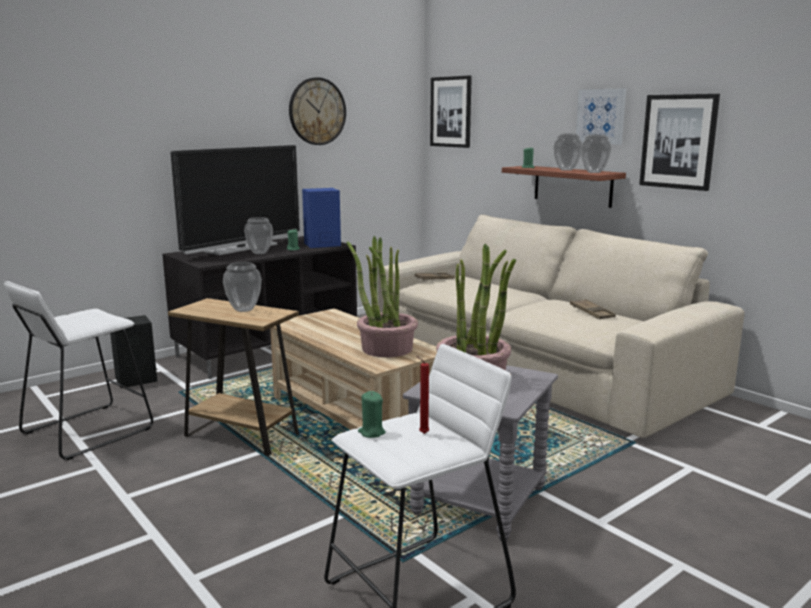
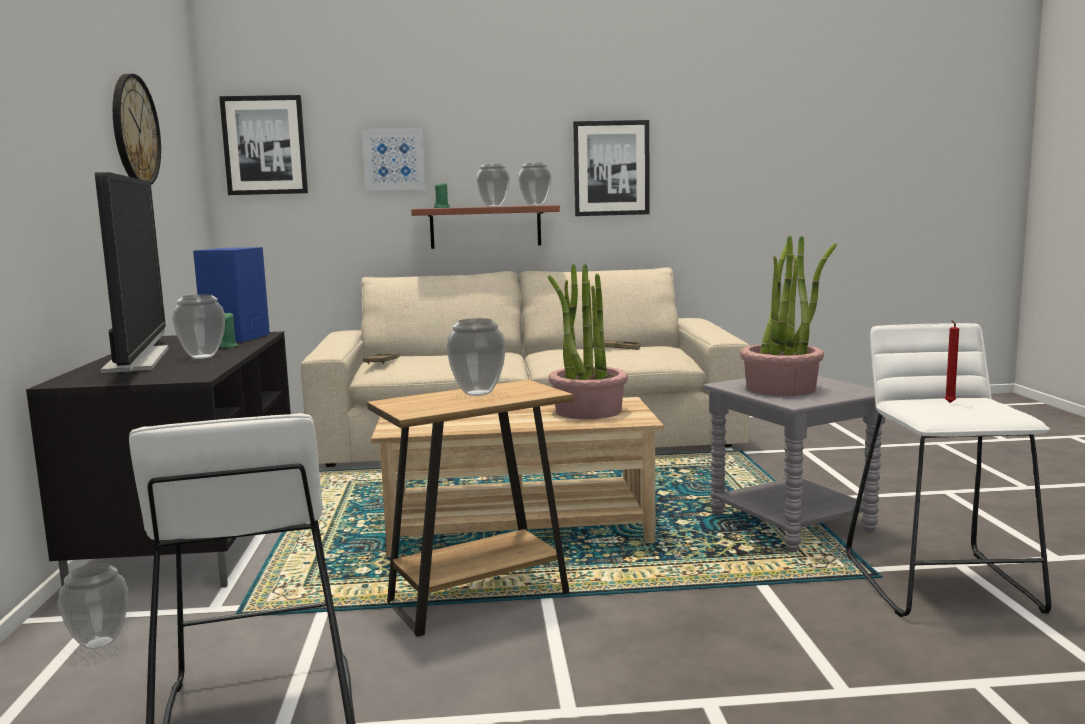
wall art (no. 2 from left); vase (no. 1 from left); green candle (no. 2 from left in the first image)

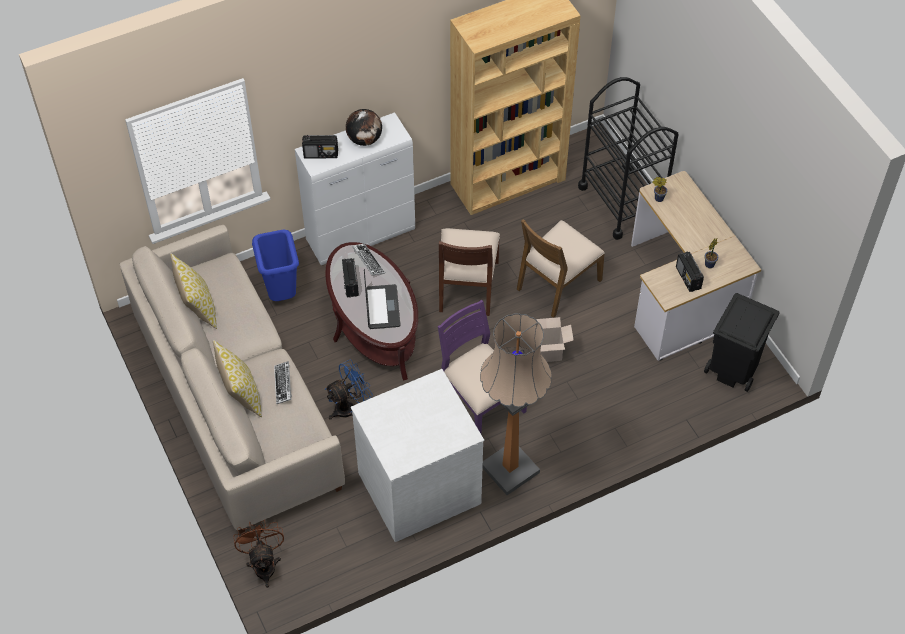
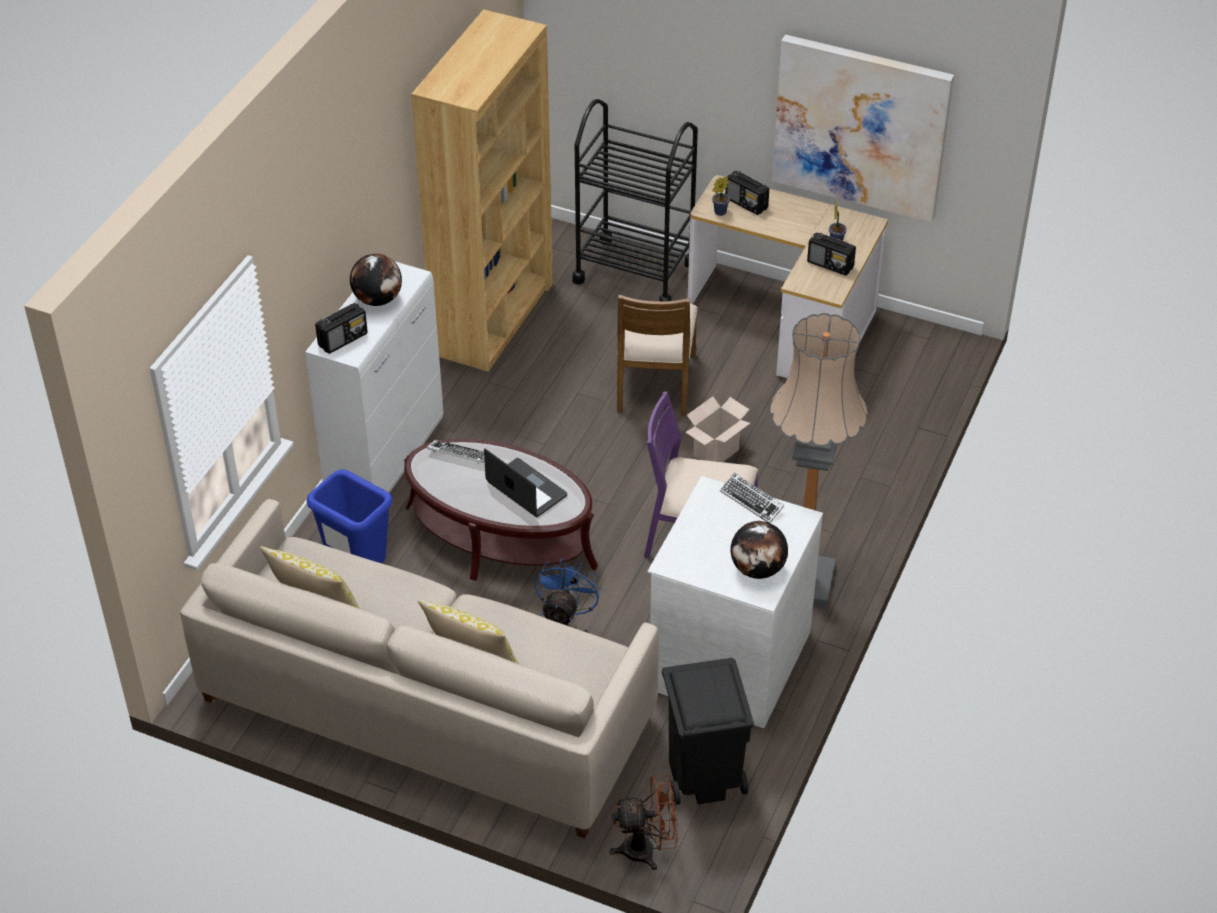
brown-coloured chair (no. 1 from left in the first image); radio receiver (no. 2 from left); black rubbish bin; computer keyboard (no. 2 from left); brown-coloured electric fan; wall art; globe (no. 2 from left)

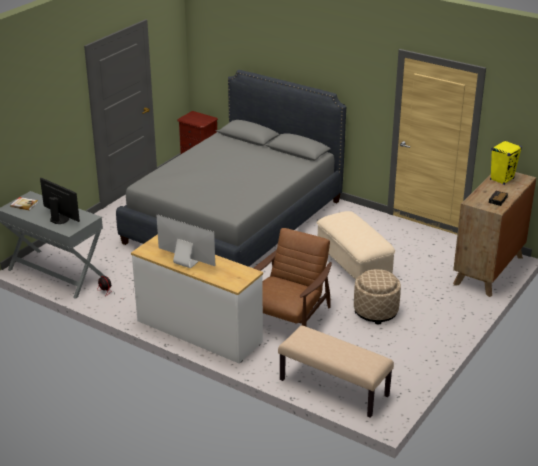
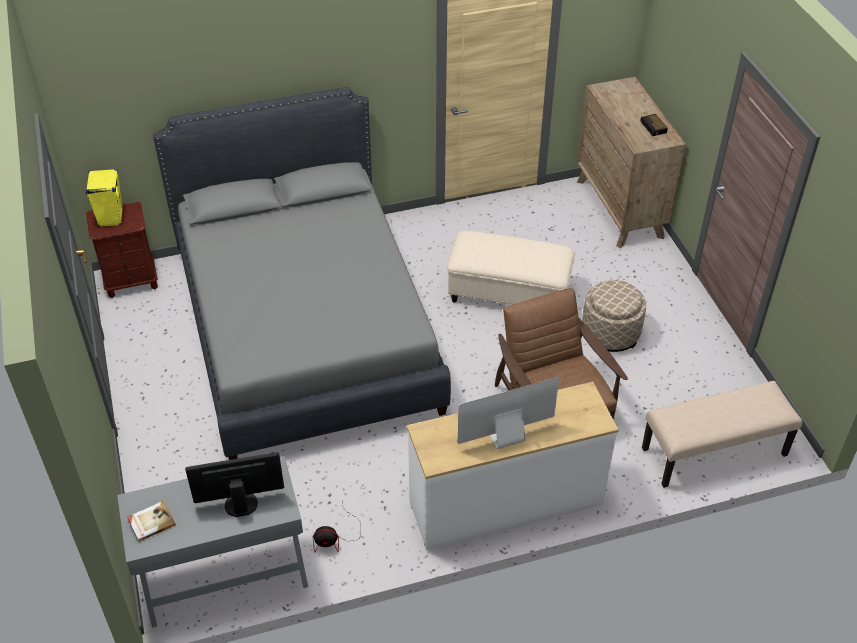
yellowish audio speaker

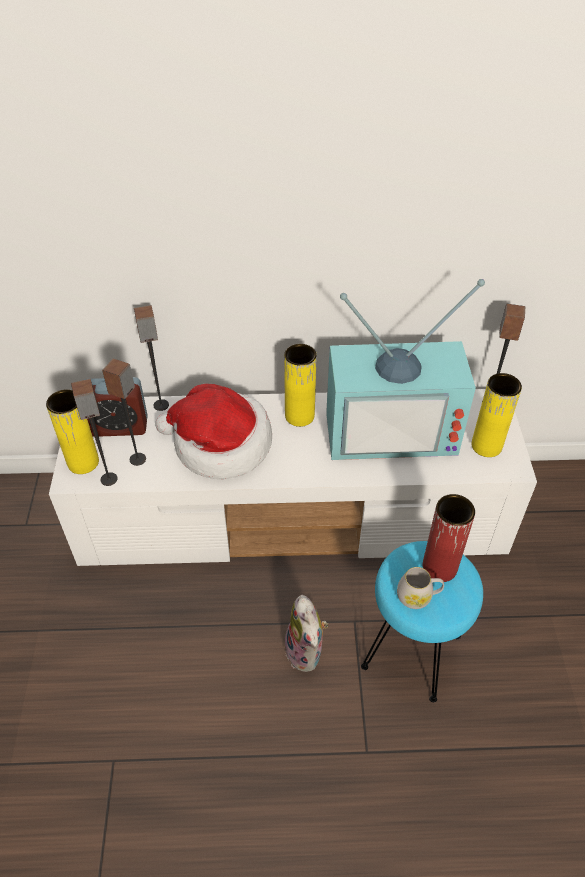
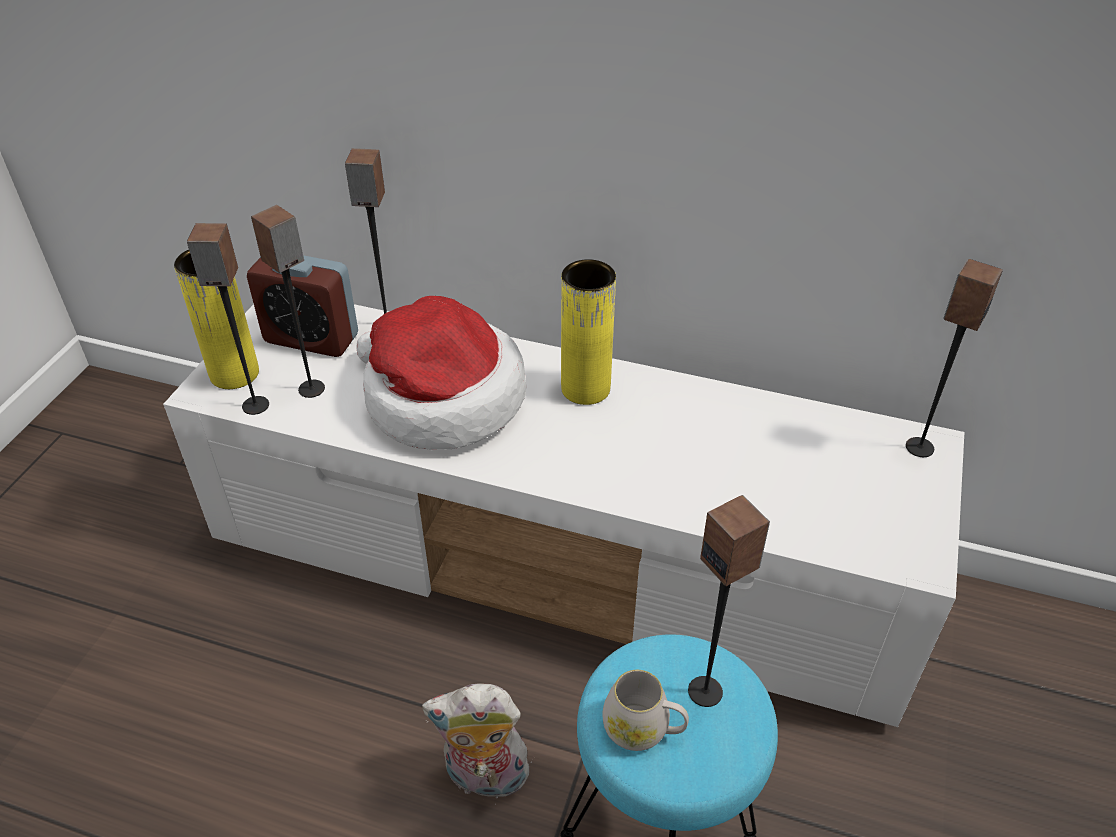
television; yellowish vase (no. 3 from left in the first image); audio speaker (no. 4 from left); soft toy

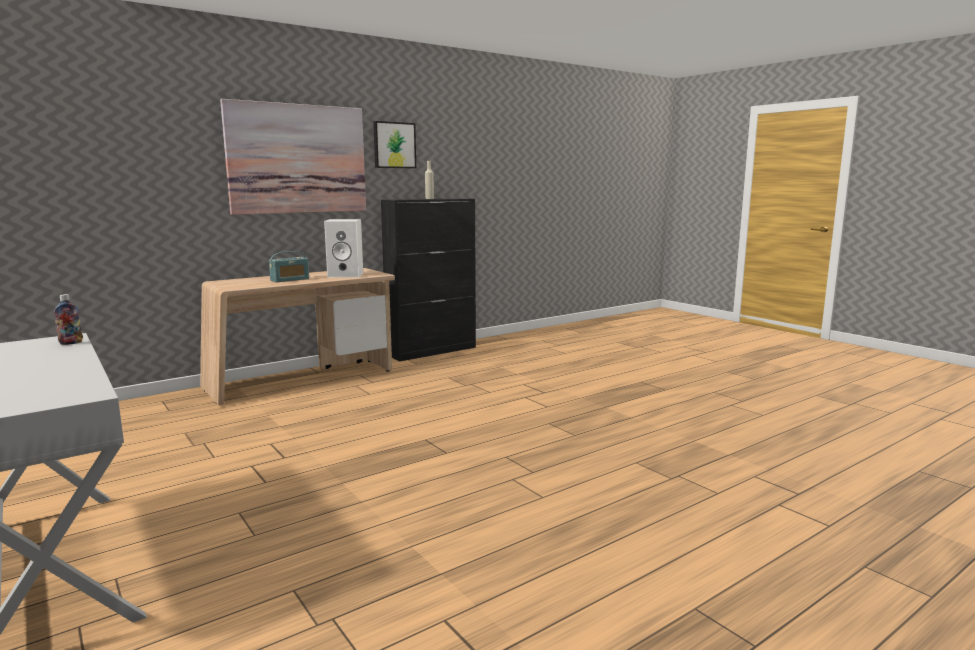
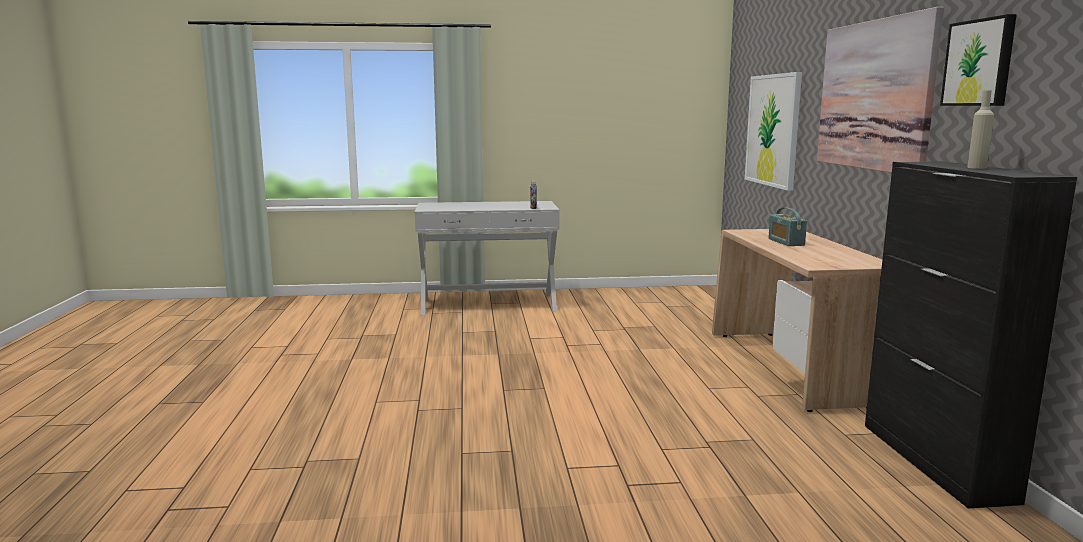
white audio speaker; wall art (no. 1 from left)

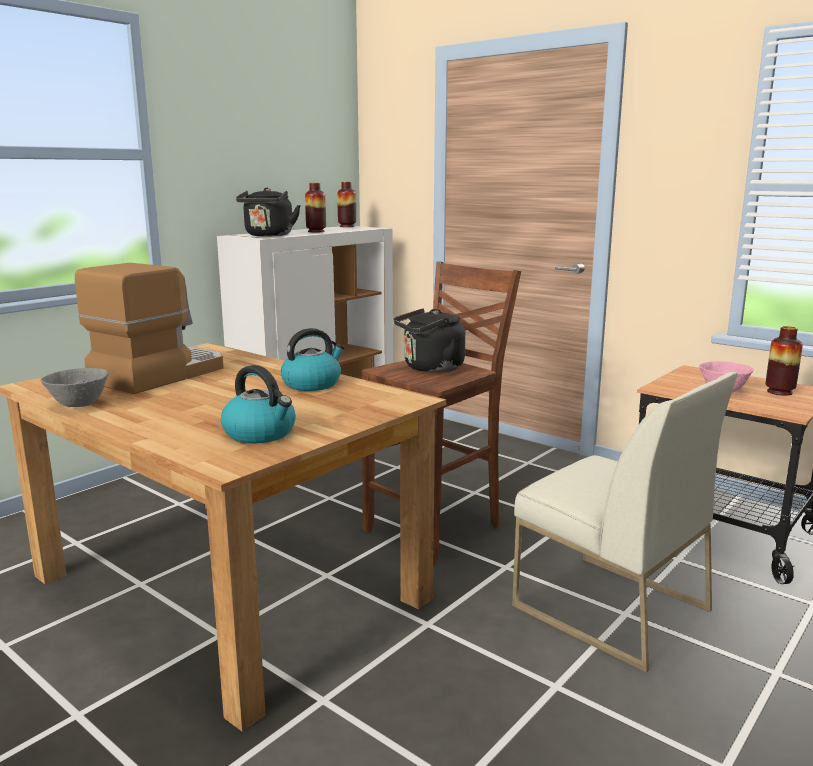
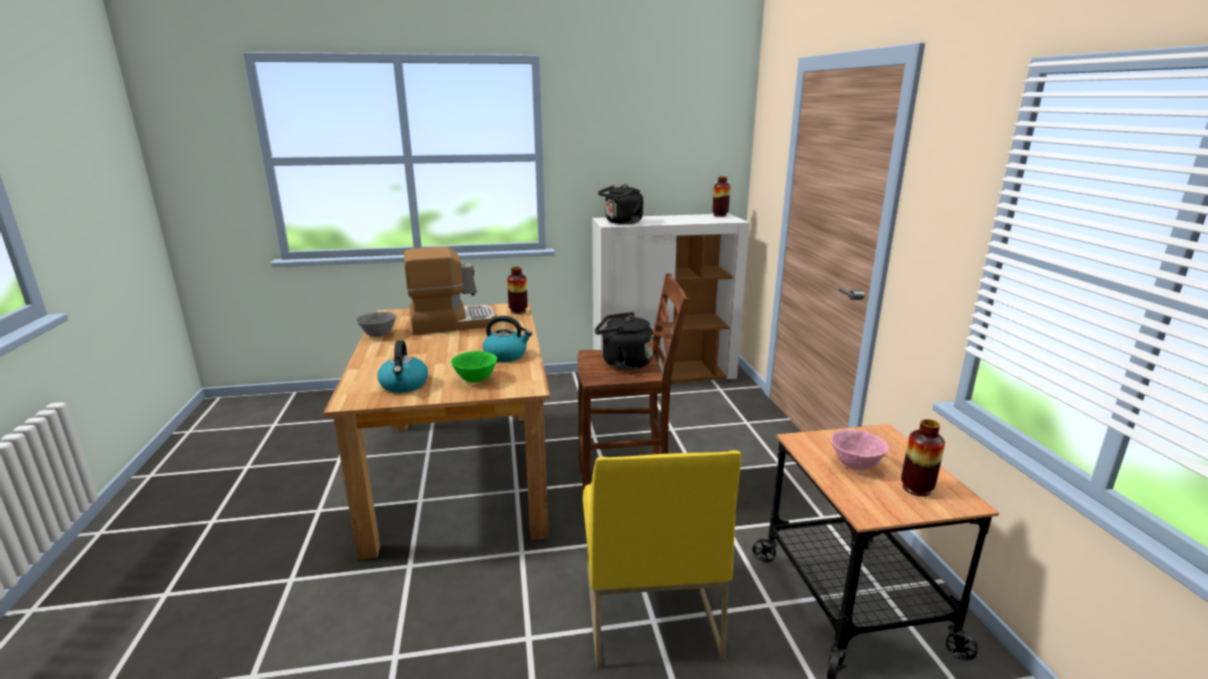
vase (no. 1 from left); yellowish chair; green serving bowl

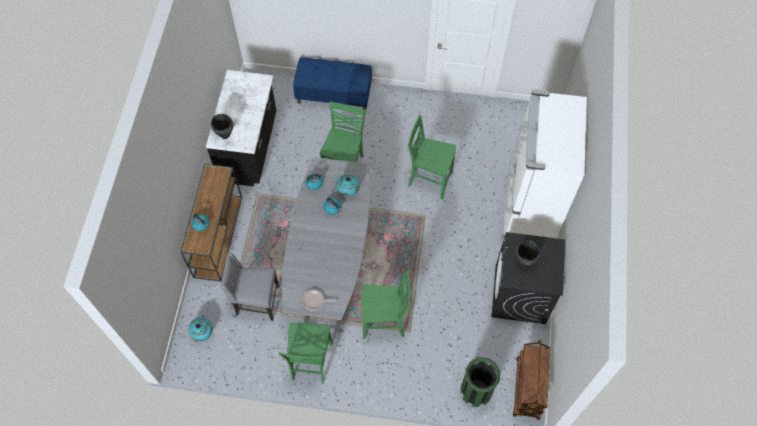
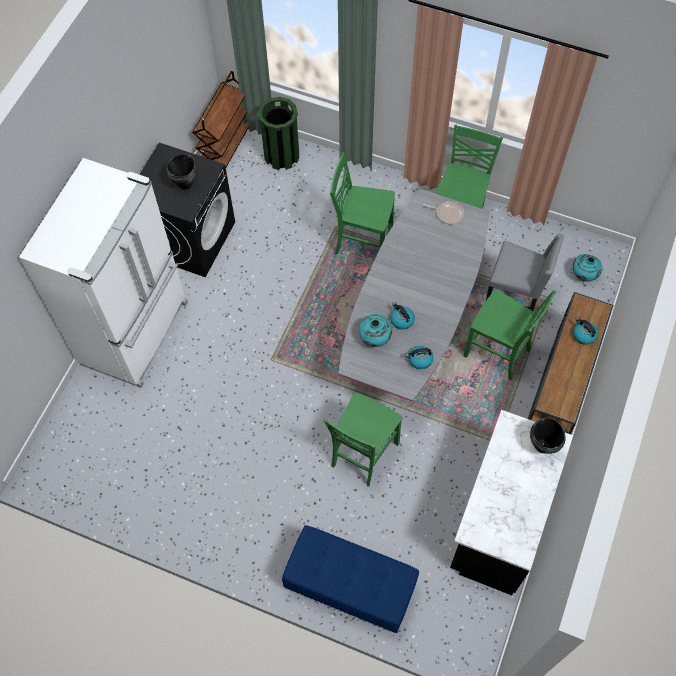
green chair (no. 4 from left)

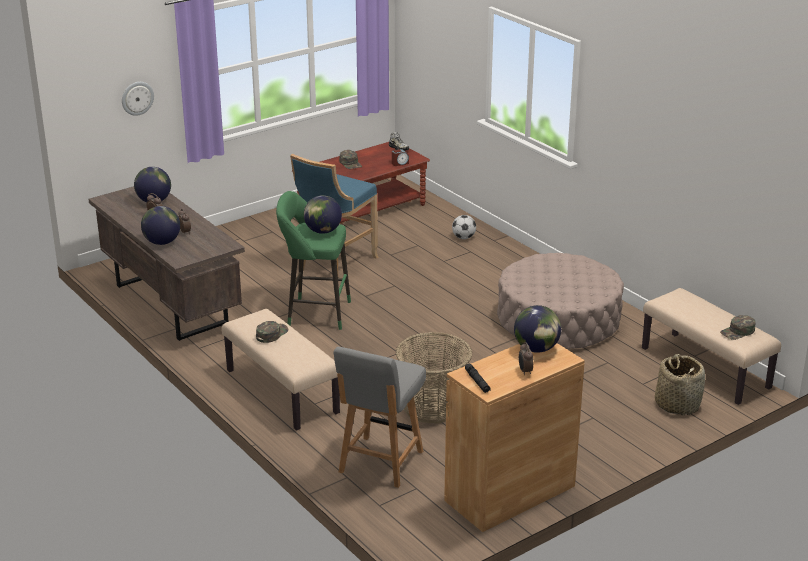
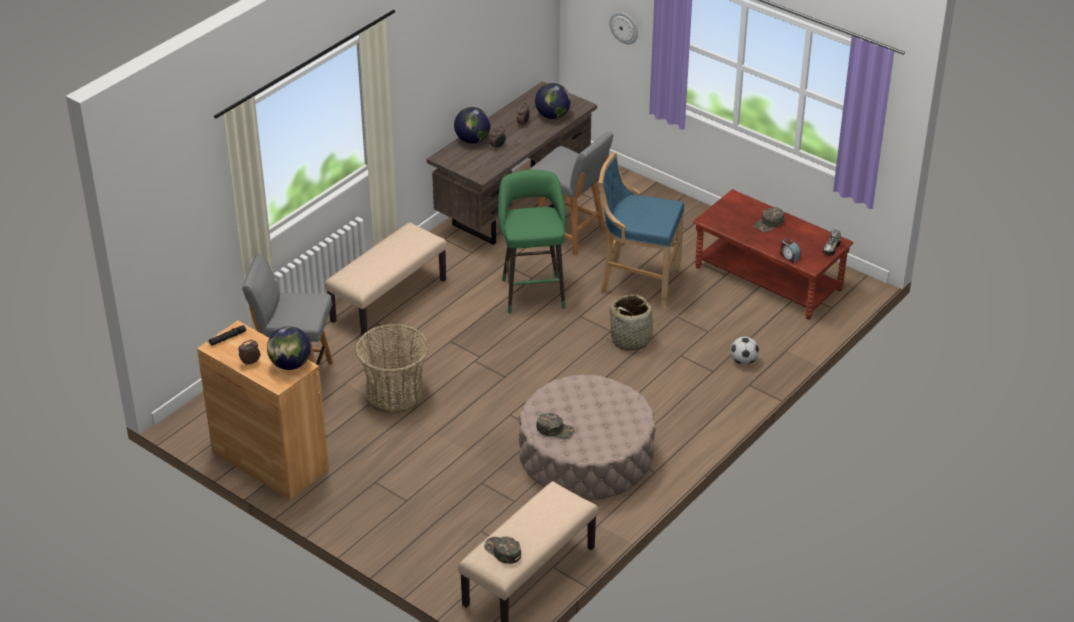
globe (no. 3 from left in the first image); green baseball cap (no. 2 from left); basket (no. 2 from left); greyish chair (no. 2 from left)

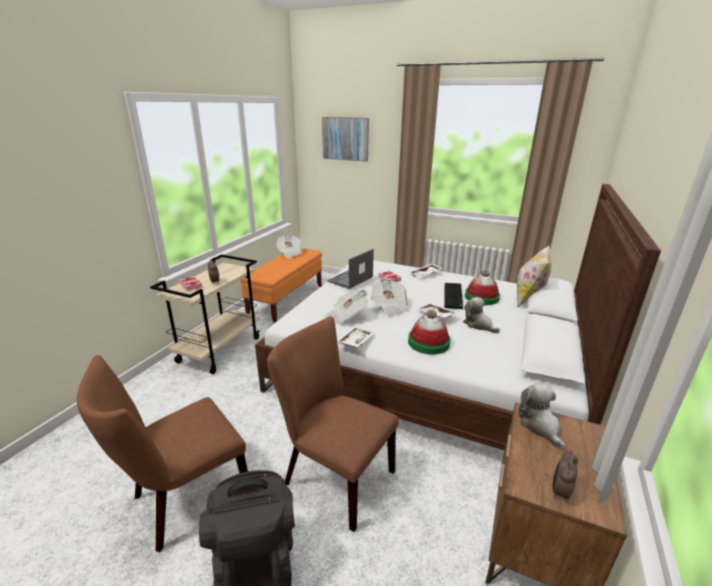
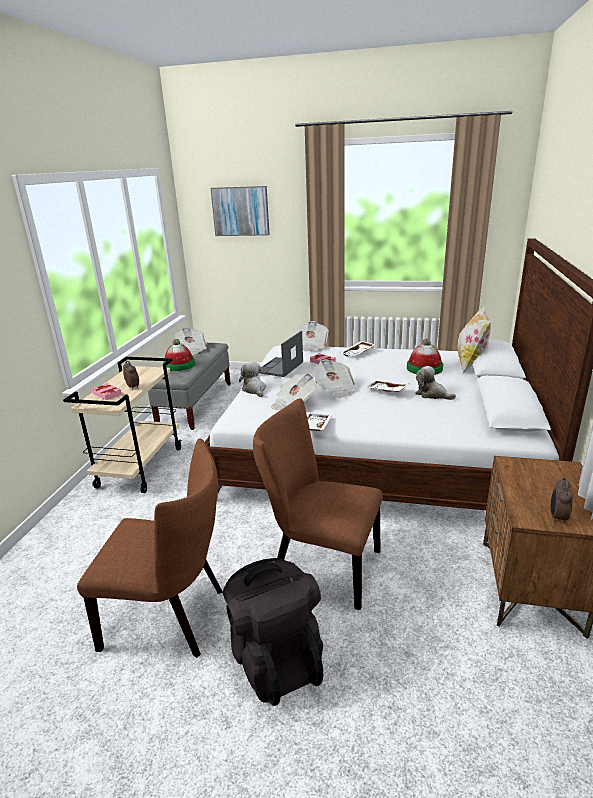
greyish indoor bench; computer keyboard; clothing hat (no. 1 from left); brown-coloured chair (no. 1 from left); soft toy (no. 1 from left); newspaper (no. 3 from left)

